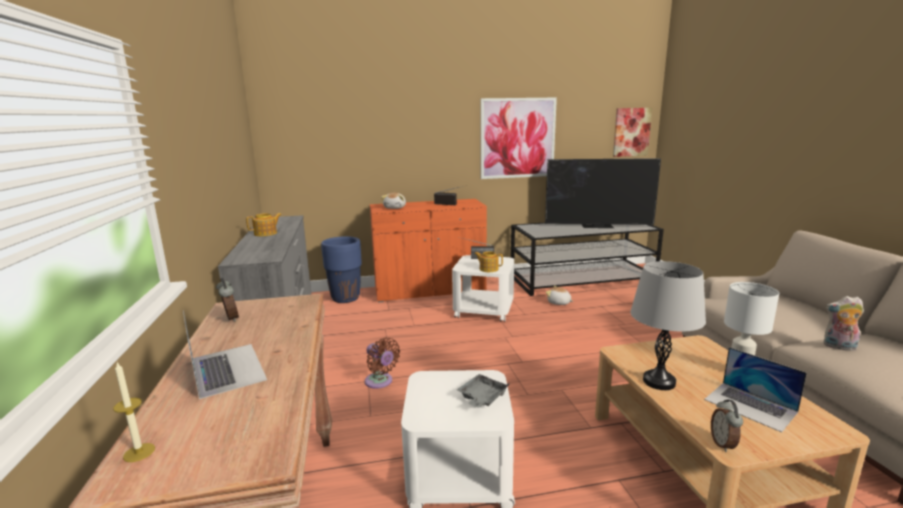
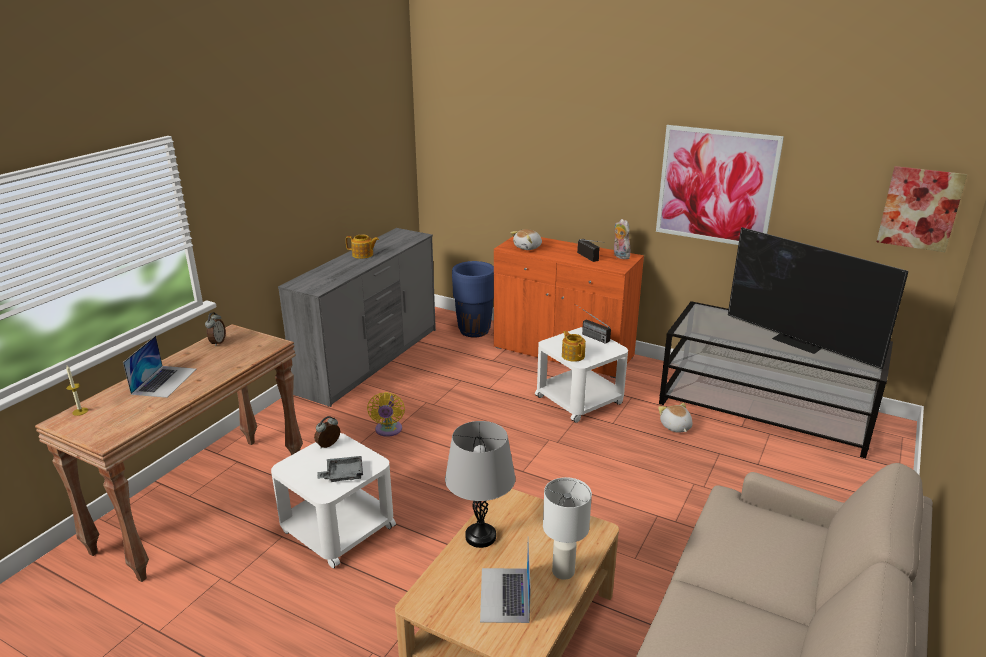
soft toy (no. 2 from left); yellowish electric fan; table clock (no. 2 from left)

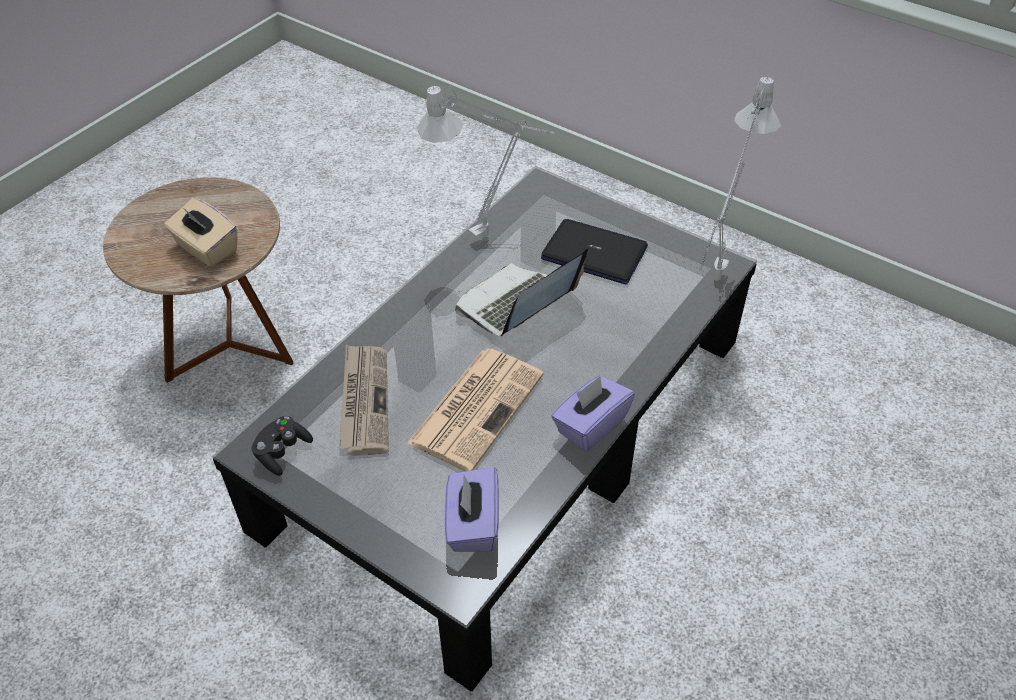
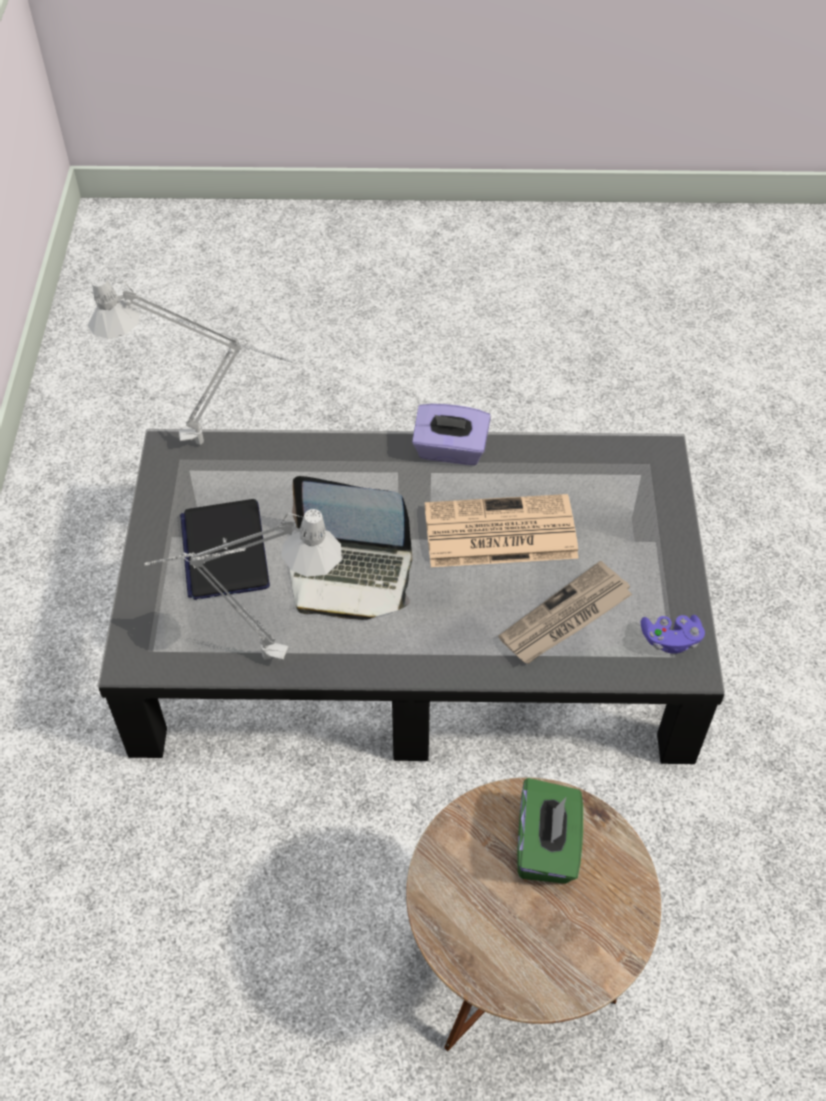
green tissue box; purple gamepad; purple tissue box (no. 1 from left in the first image)

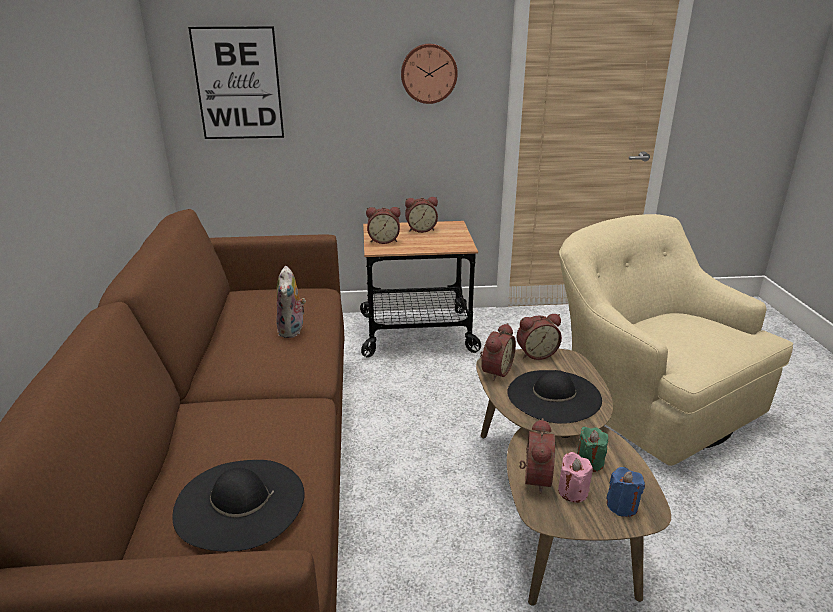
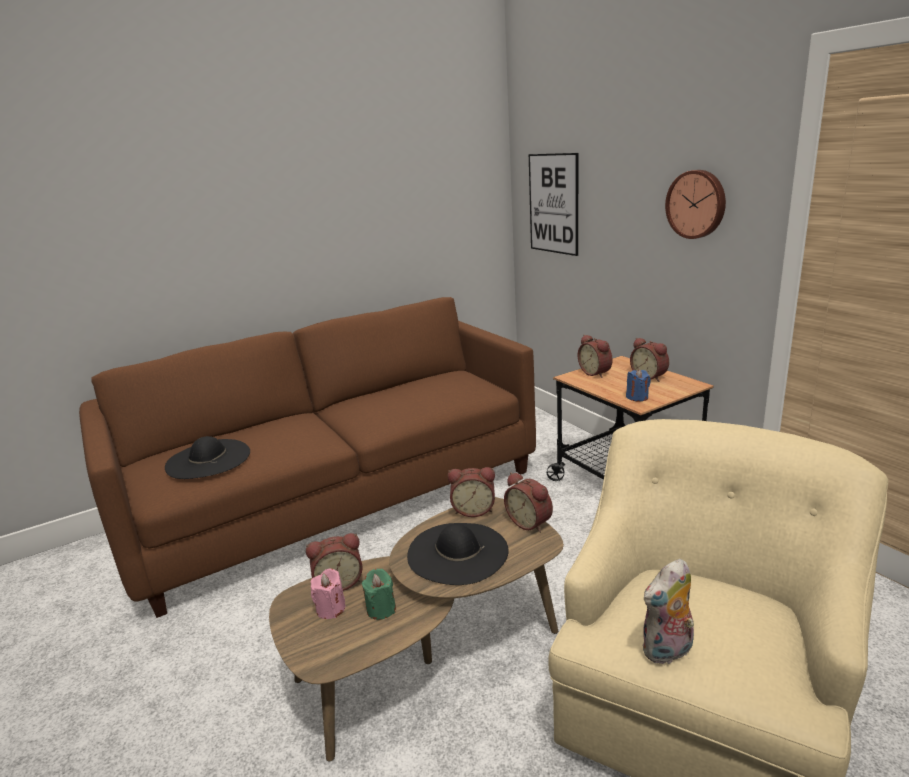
soft toy; blue-coloured candle

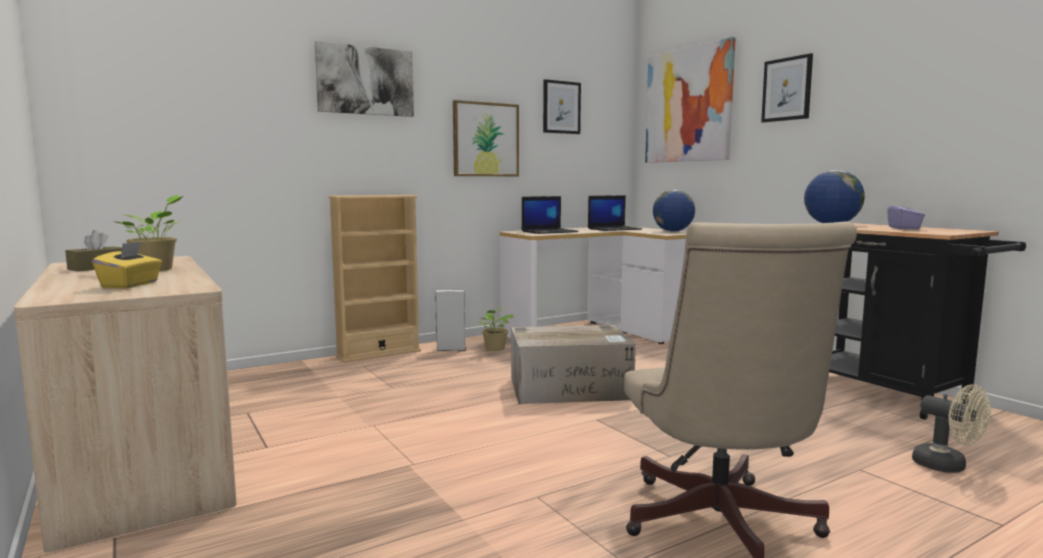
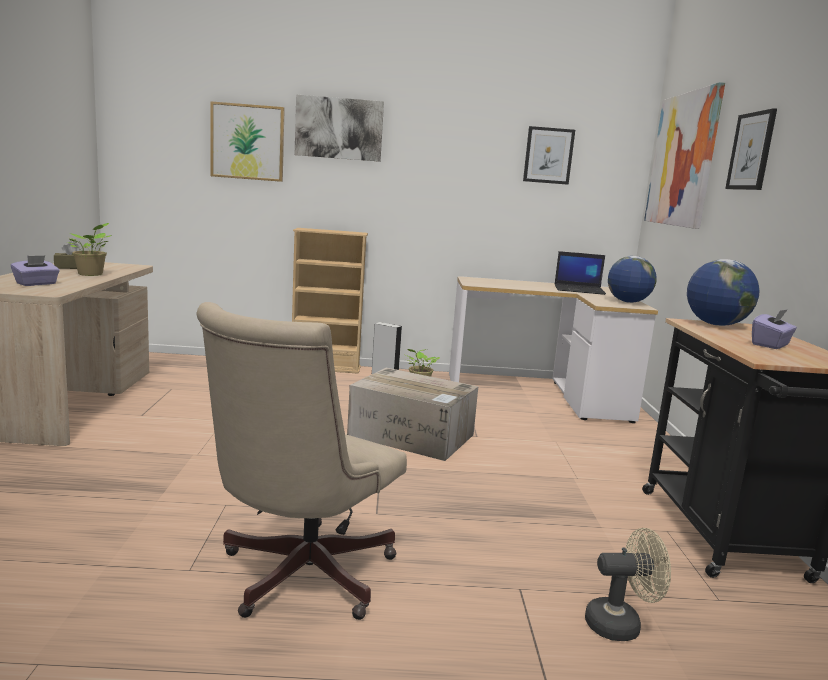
wall art (no. 1 from left); notebook computer (no. 1 from left in the first image); purple tissue box (no. 1 from left); beige-coloured electric fan

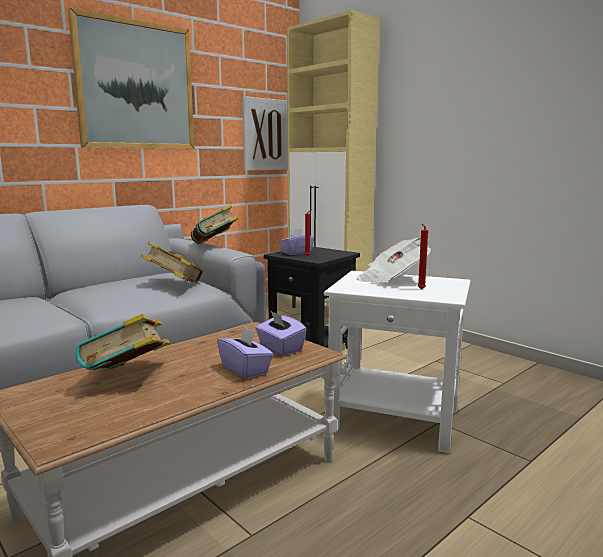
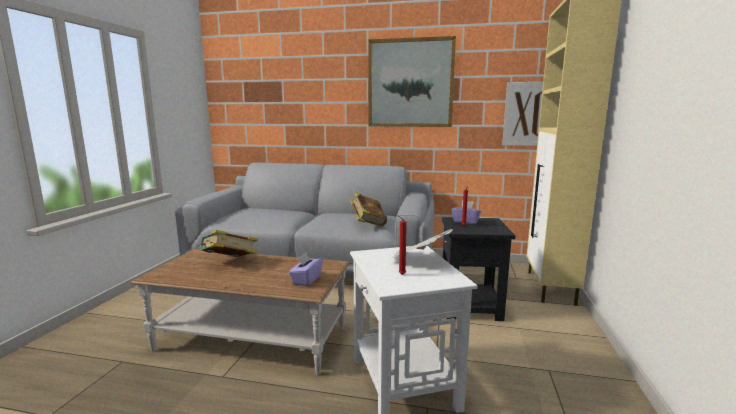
bound book (no. 3 from left in the first image); purple tissue box (no. 1 from left in the first image)

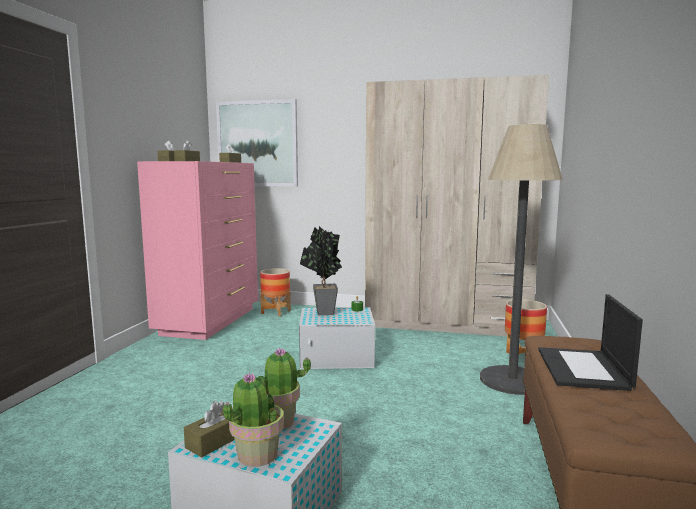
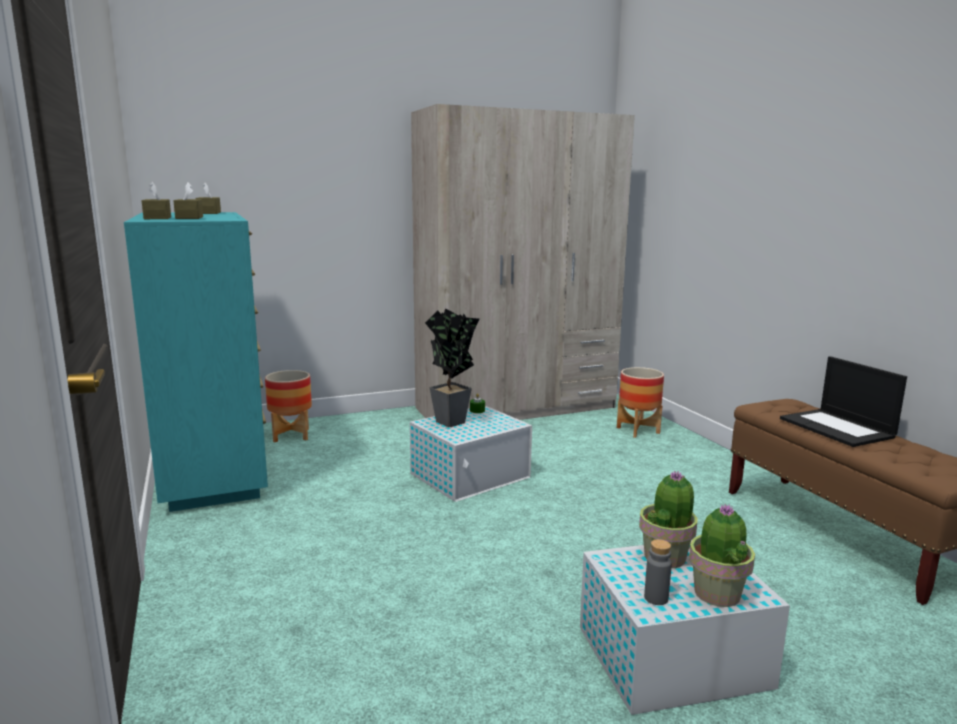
wall art; standing lamp; blue-green dresser; greyish beverage bottle

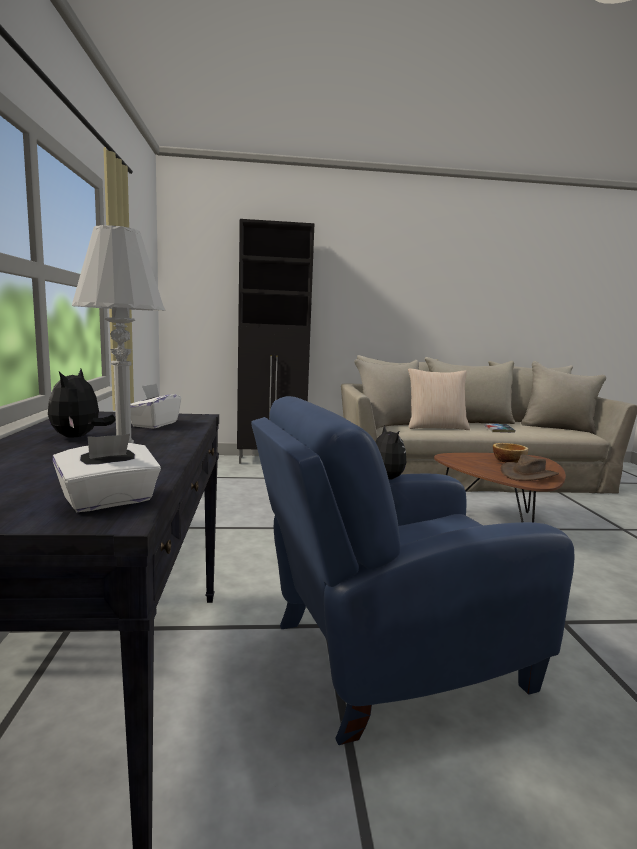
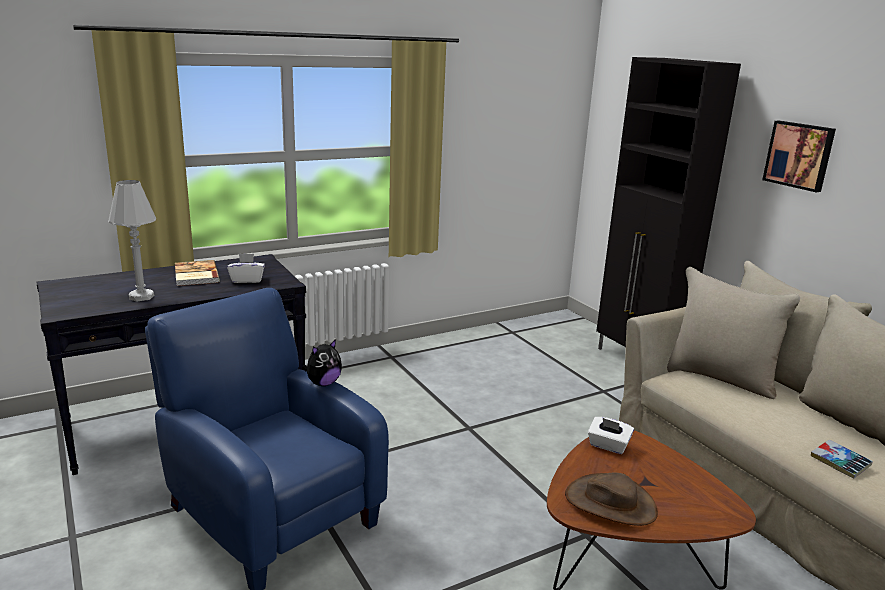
beige-coloured cushion; bound book (no. 1 from left); white tissue box (no. 2 from left); serving bowl; wall art

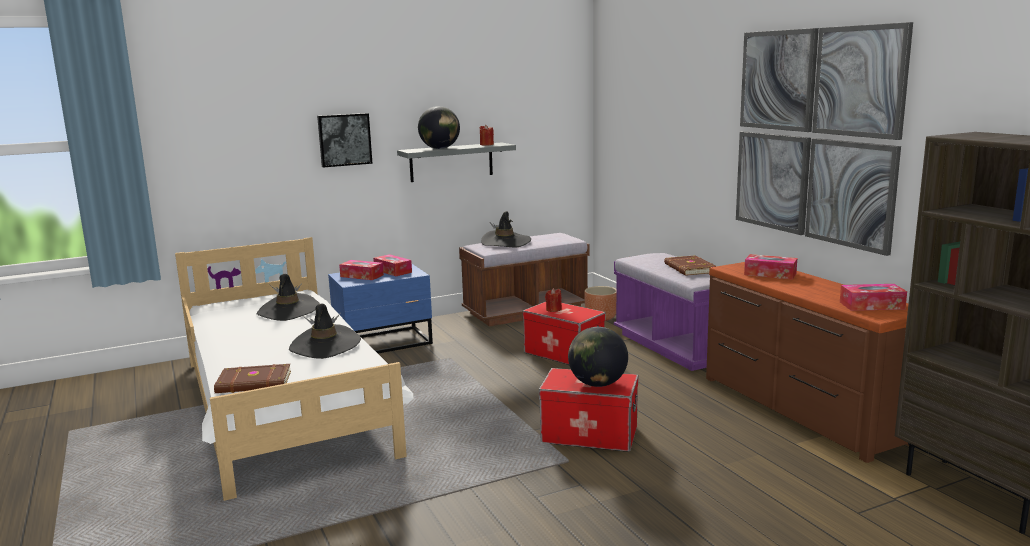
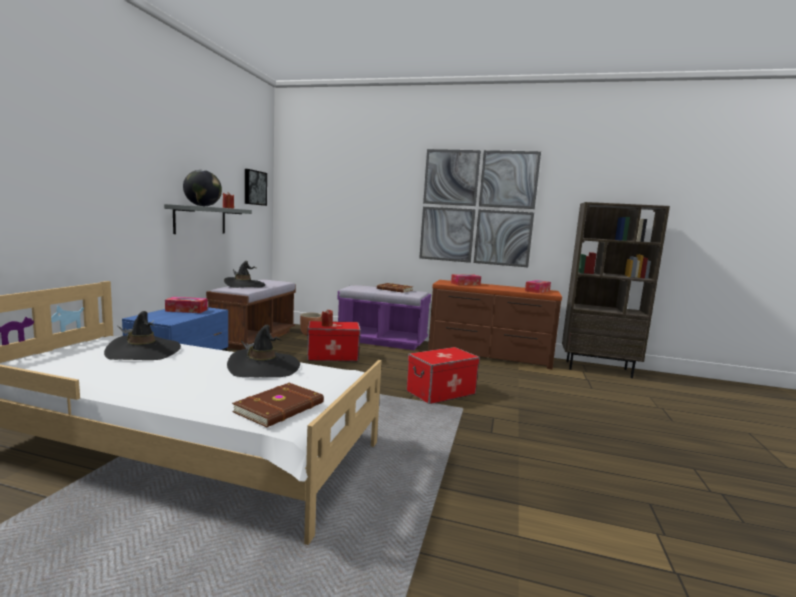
wall art (no. 1 from left); tissue box (no. 1 from left in the first image); globe (no. 2 from left in the first image)

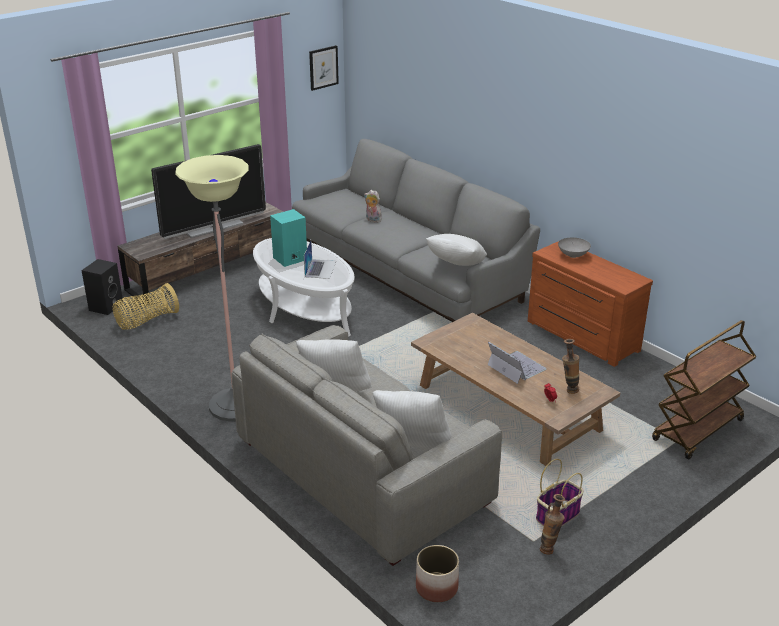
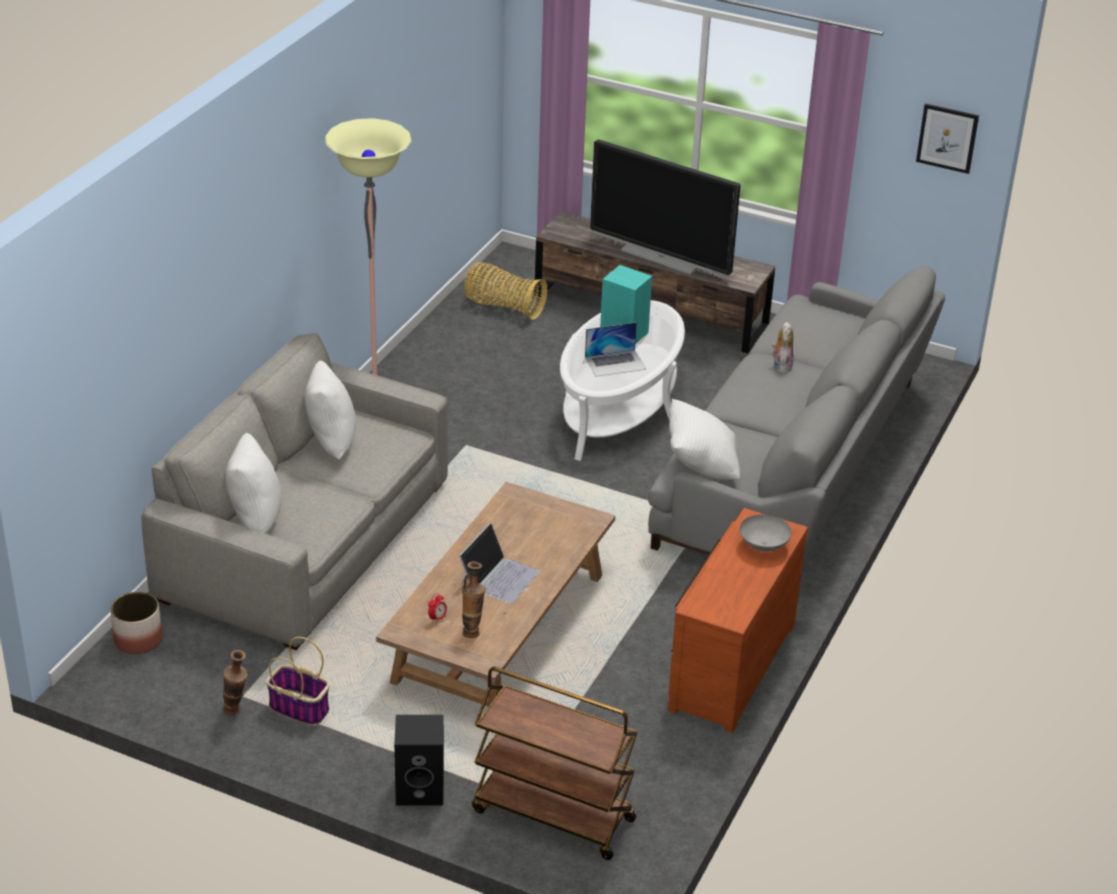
black audio speaker

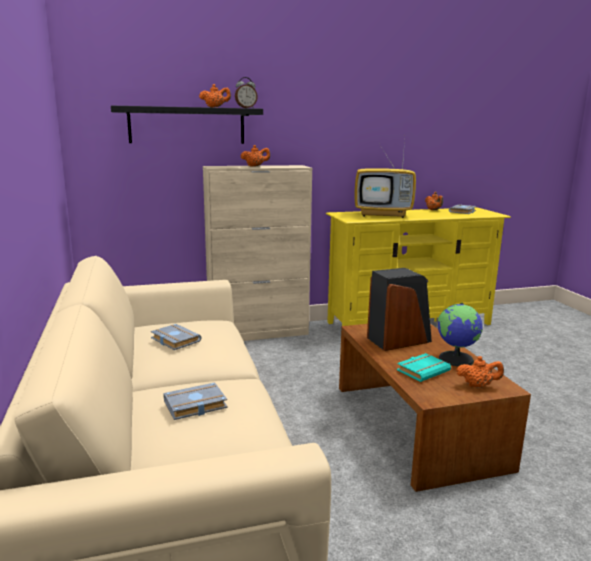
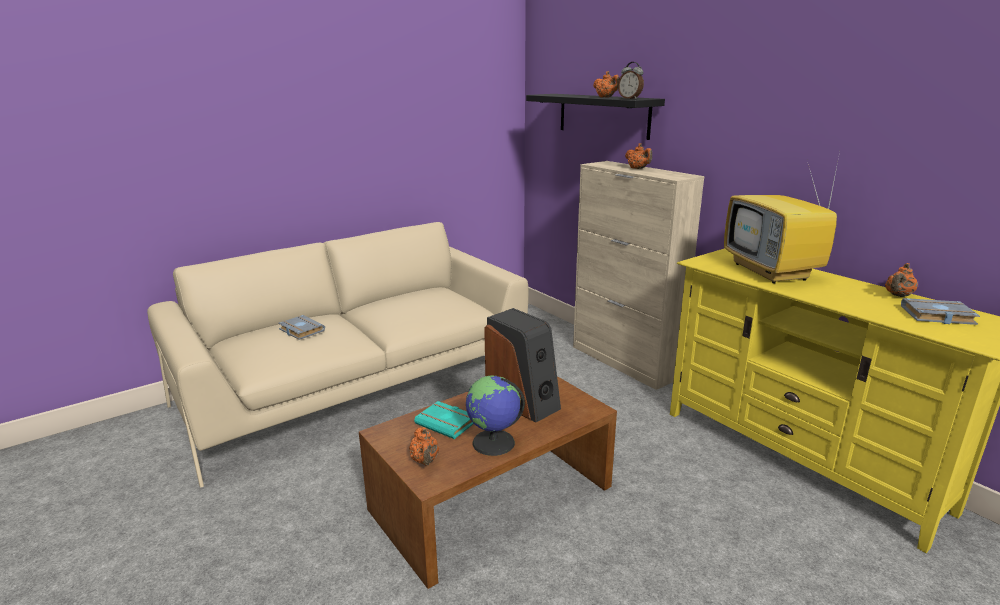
greyish bound book (no. 1 from left in the first image)

